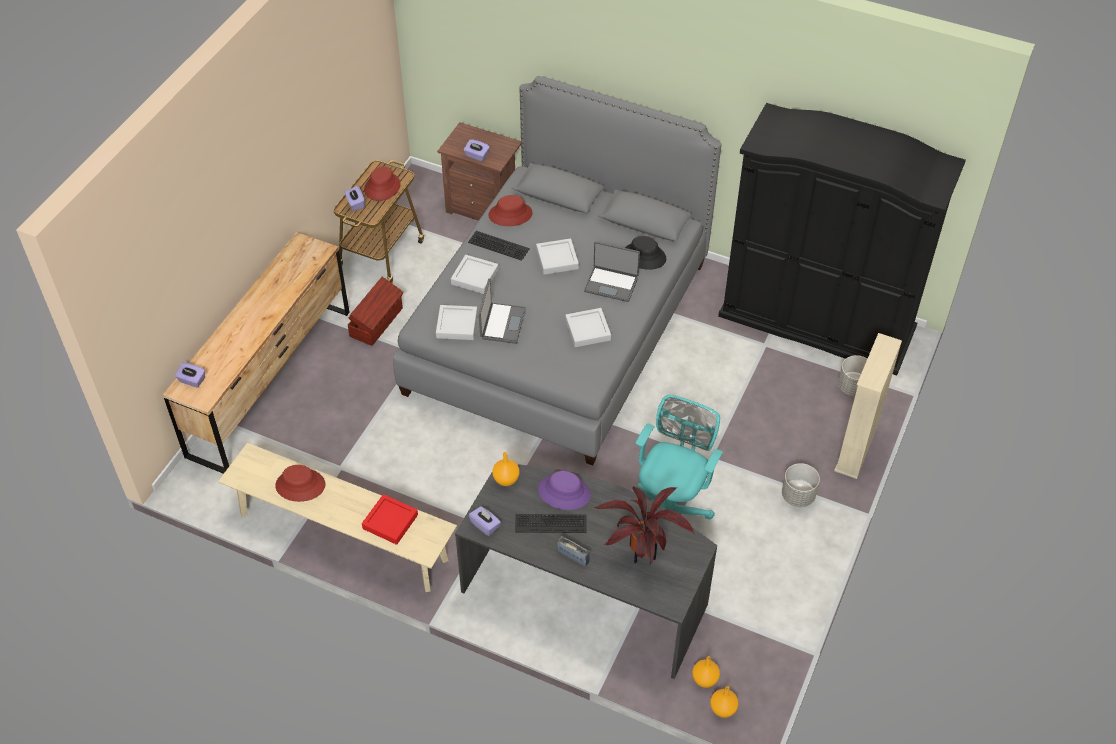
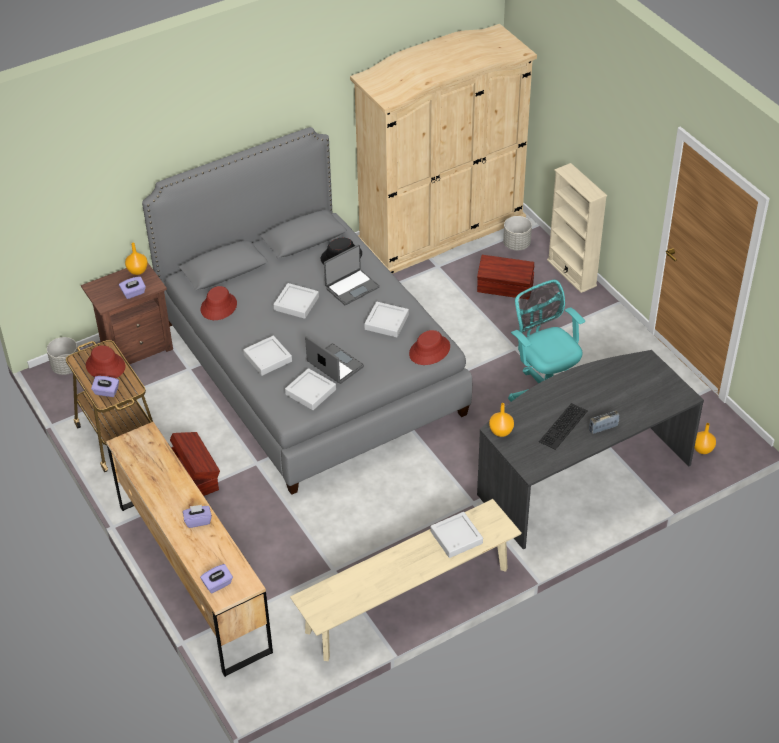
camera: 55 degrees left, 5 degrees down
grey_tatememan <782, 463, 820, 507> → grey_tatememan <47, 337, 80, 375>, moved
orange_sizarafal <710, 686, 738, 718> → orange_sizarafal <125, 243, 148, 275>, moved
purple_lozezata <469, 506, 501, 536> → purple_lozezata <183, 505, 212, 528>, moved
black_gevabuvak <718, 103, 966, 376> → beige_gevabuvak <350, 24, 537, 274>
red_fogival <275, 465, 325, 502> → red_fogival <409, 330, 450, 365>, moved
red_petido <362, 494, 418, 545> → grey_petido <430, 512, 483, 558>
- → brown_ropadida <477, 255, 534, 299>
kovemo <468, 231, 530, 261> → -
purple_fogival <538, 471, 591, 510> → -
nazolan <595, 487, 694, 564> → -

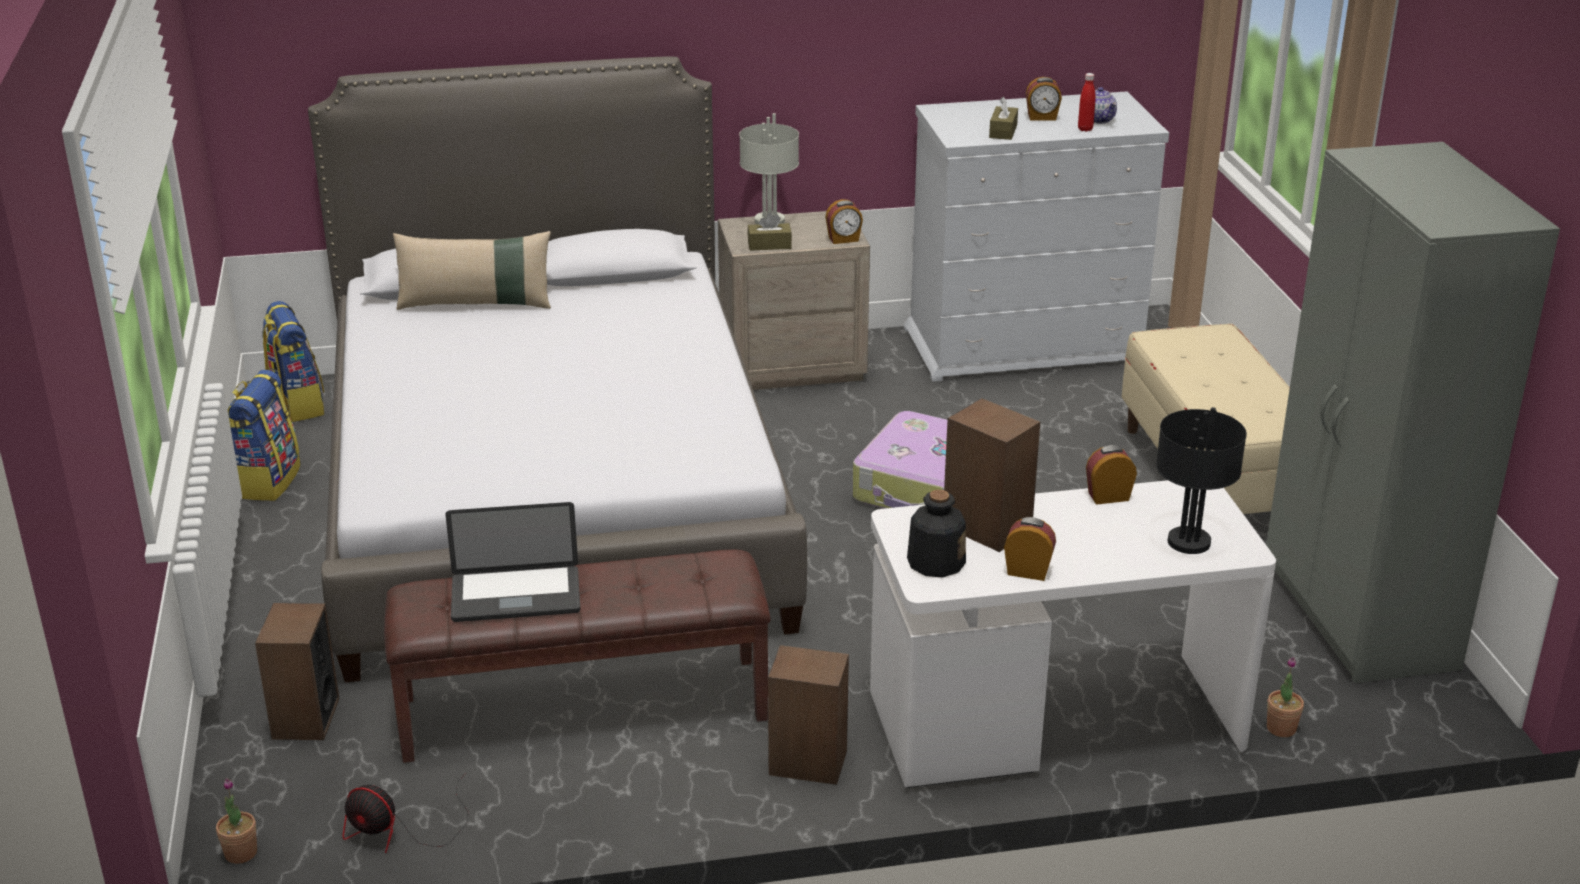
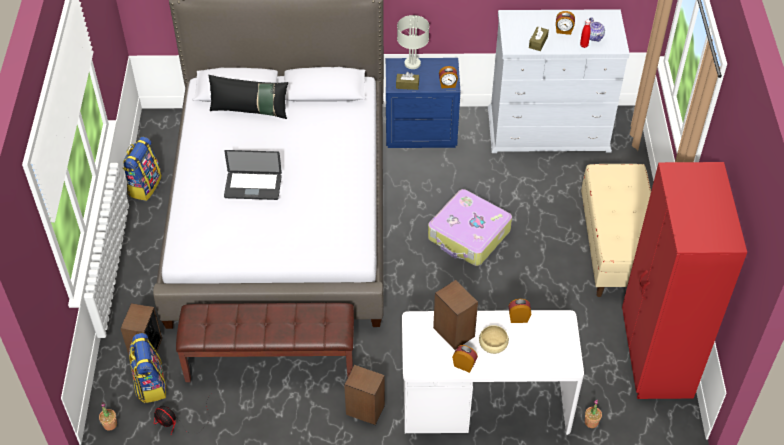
camera: 10 degrees right, 20 degrees up
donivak <263, 301, 324, 422> → donivak <129, 333, 166, 403>, moved
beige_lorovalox <393, 231, 551, 310> → black_lorovalox <208, 75, 288, 119>
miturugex <445, 502, 580, 622> → miturugex <224, 150, 282, 200>, moved
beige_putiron <718, 211, 870, 390> → blue_putiron <386, 58, 460, 148>
- → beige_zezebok <479, 325, 509, 354>
grey_gevabuvak <1266, 142, 1560, 683> → red_gevabuvak <622, 162, 747, 399>
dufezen <907, 490, 966, 577> → -
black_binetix <1156, 407, 1247, 554> → -

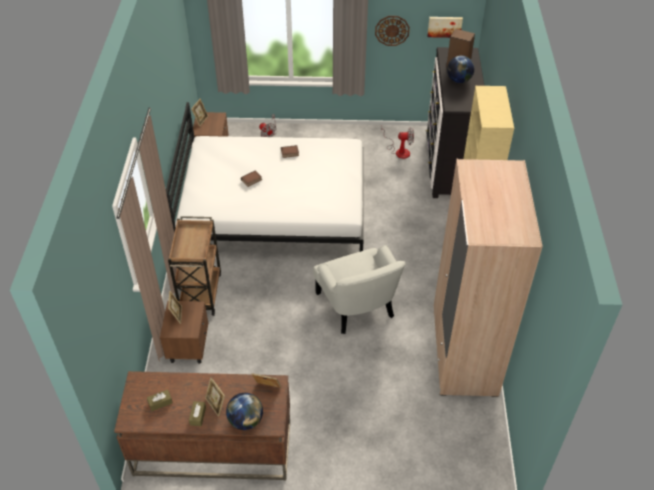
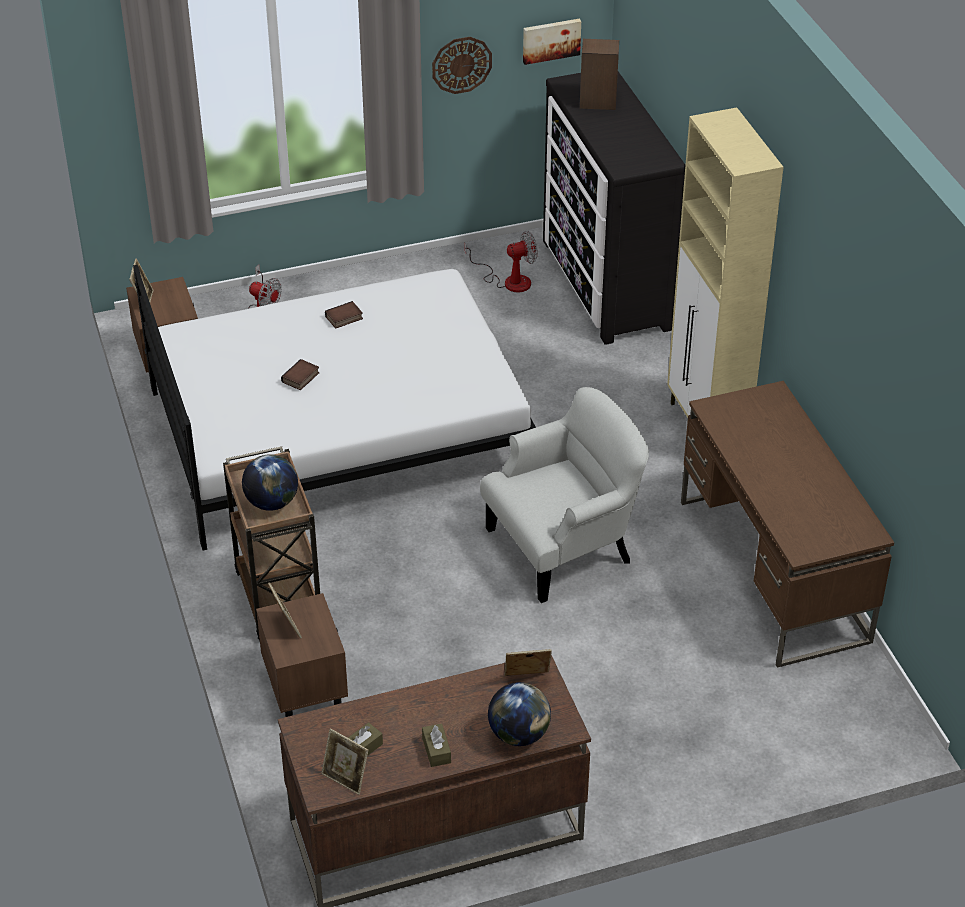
camera: 20 degrees left, 5 degrees down
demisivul <447, 55, 474, 83> → demisivul <242, 454, 298, 511>, moved
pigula <205, 377, 225, 417> → pigula <321, 728, 368, 795>, moved
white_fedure <313, 245, 406, 334> → white_fedure <480, 387, 649, 603>, 75 degrees counterclockwise
beige_gevabuvak <434, 159, 543, 397> → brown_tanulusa <681, 381, 894, 668>

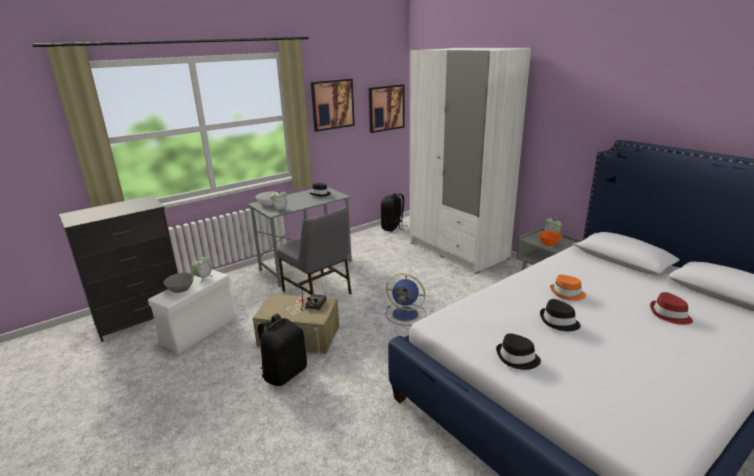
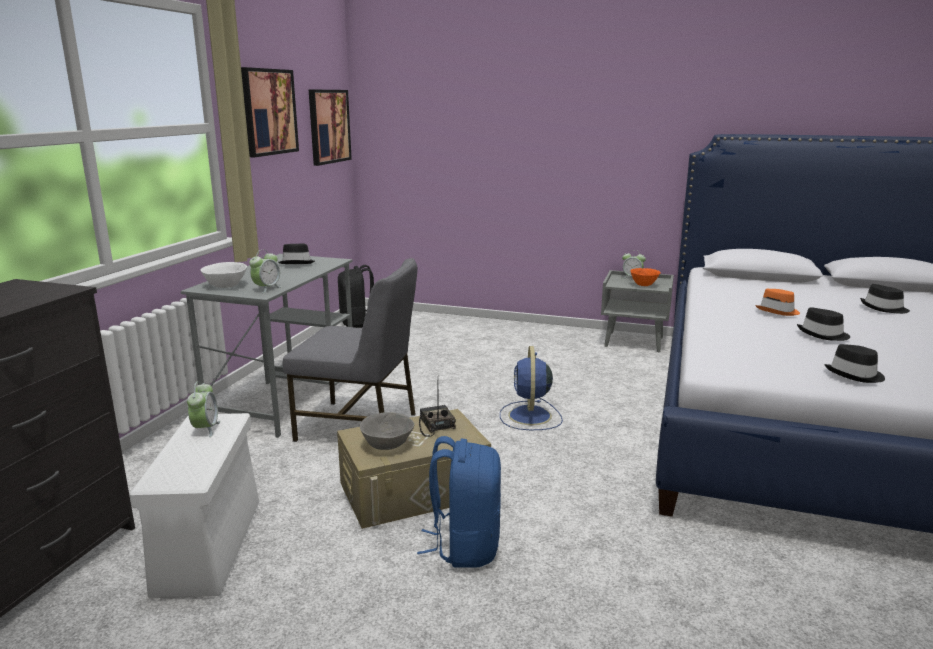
camera: 35 degrees left, 5 degrees down
grey_zezebok <163, 273, 194, 293> → grey_zezebok <360, 412, 415, 450>, moved
black_donivak <258, 314, 307, 386> → blue_donivak <417, 436, 501, 568>
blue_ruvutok <386, 273, 426, 326> → blue_ruvutok <500, 346, 563, 430>, 105 degrees clockwise
red_fogival <650, 292, 693, 325> → black_fogival <860, 284, 910, 314>
white_gevabuvak <410, 48, 531, 274> → -

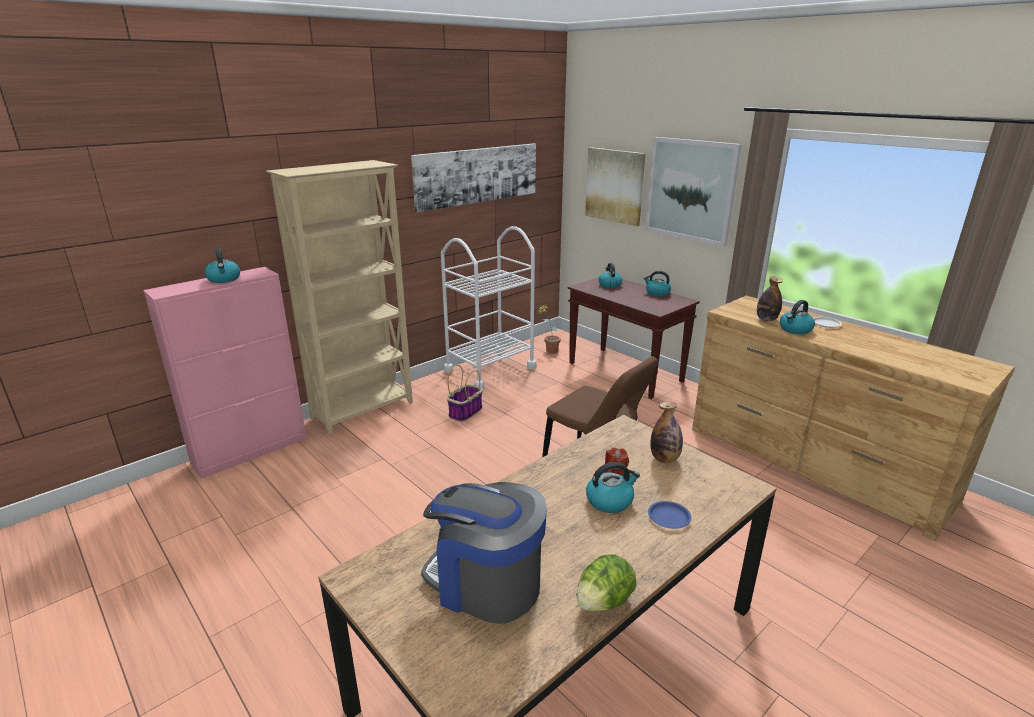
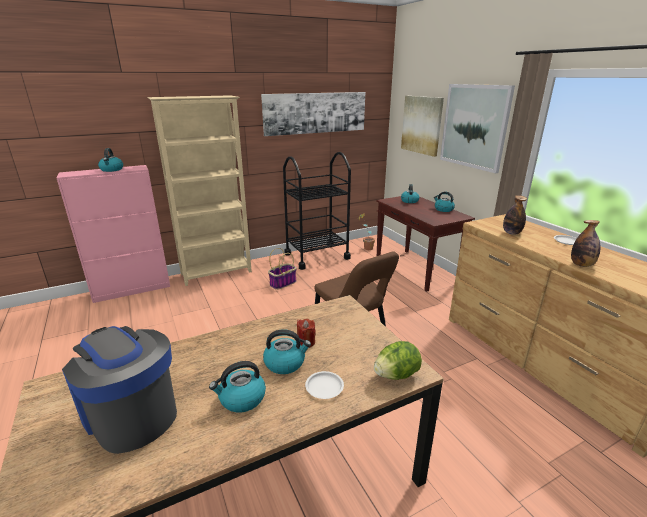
camera: 15 degrees right, 0 degrees up
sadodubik <780, 300, 815, 334> → sadodubik <209, 361, 266, 412>, moved
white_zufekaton <441, 226, 536, 389> → black_zufekaton <283, 152, 351, 270>
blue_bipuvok <648, 501, 691, 529> → white_bipuvok <305, 371, 344, 399>
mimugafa <577, 554, 637, 612> → mimugafa <374, 341, 422, 380>, moved
dufezen <650, 402, 683, 463> → dufezen <571, 220, 600, 267>, moved

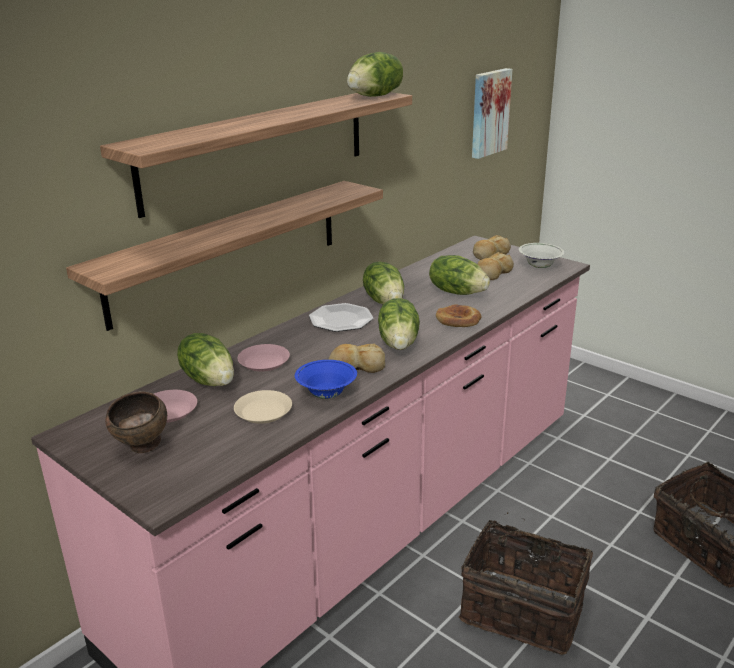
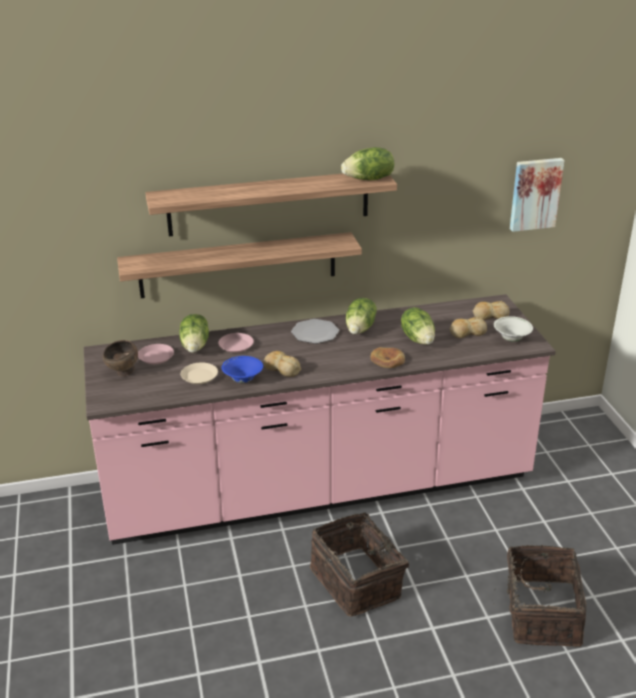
camera: 35 degrees right, 5 degrees up
mimugafa <378, 298, 420, 350> → -

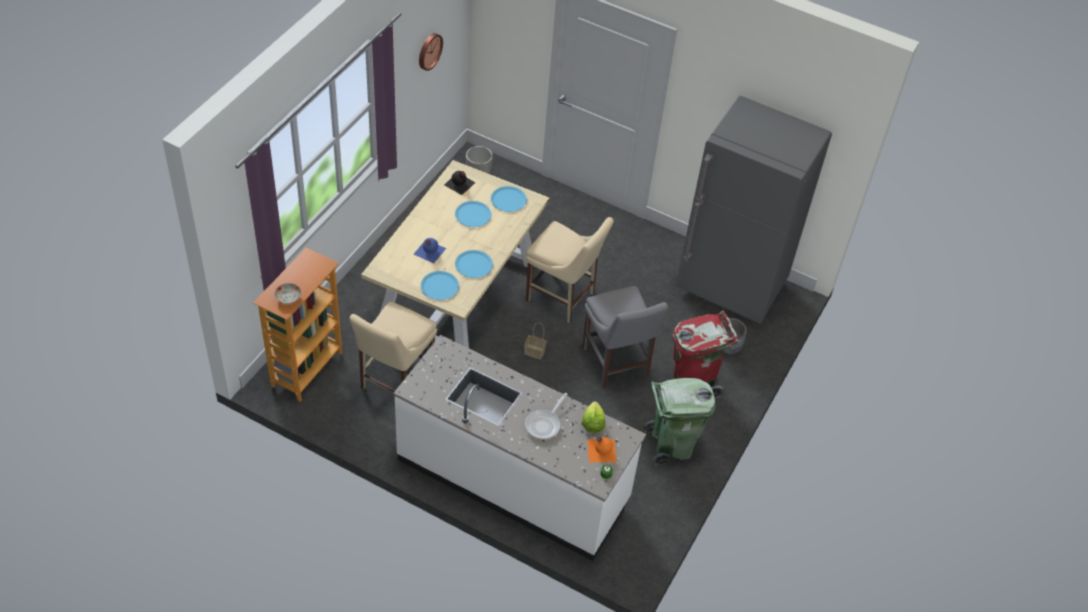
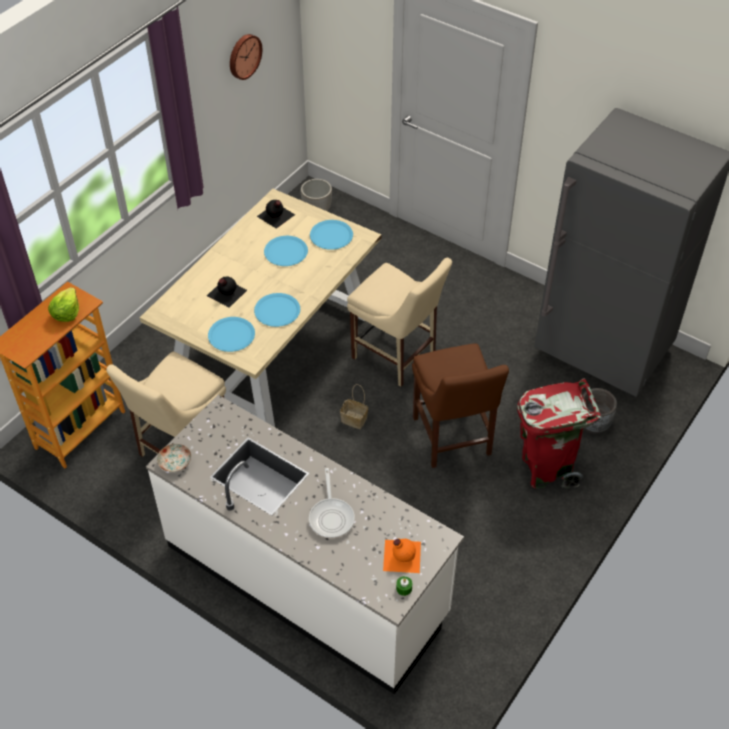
camera: 10 degrees right, 0 degrees up
mimugafa <582, 401, 605, 433> → mimugafa <48, 287, 79, 322>, moved
bipuvok <274, 283, 301, 304> → bipuvok <157, 443, 191, 472>, moved
blue_dufezen <414, 238, 446, 263> → black_dufezen <207, 276, 247, 308>
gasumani <525, 393, 568, 440> → gasumani <309, 468, 355, 538>, 45 degrees counterclockwise
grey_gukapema <582, 286, 668, 388> → brown_gukapema <412, 343, 509, 468>
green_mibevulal <644, 378, 715, 466> → -

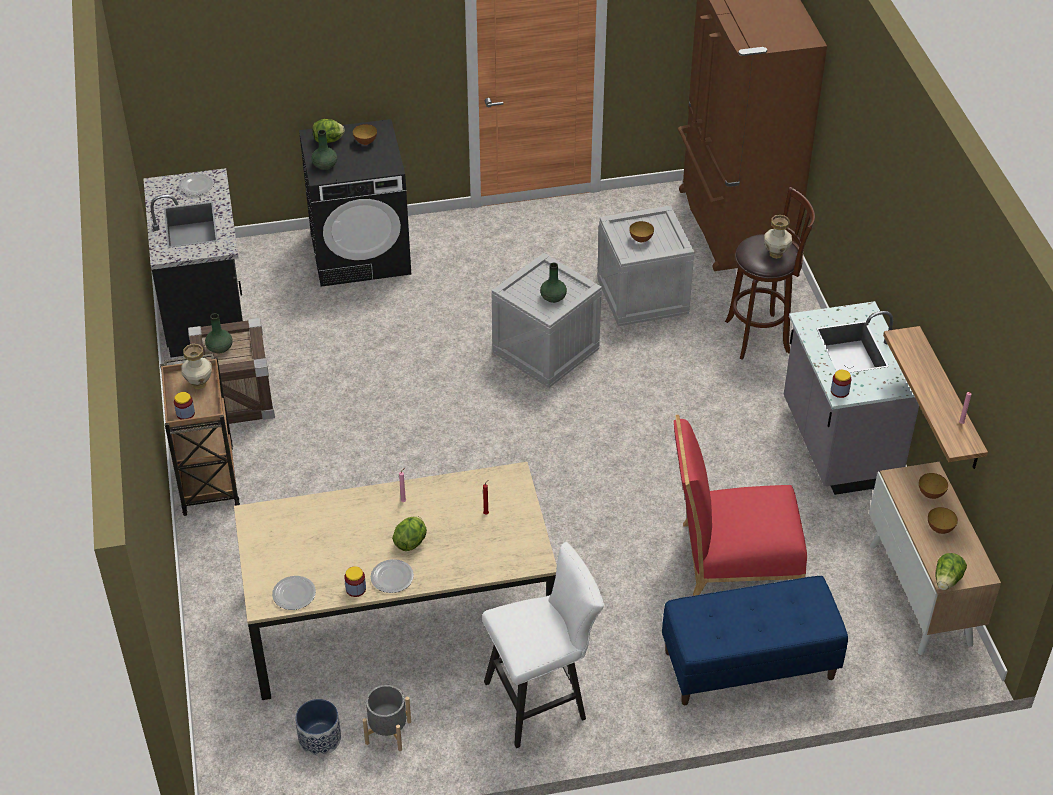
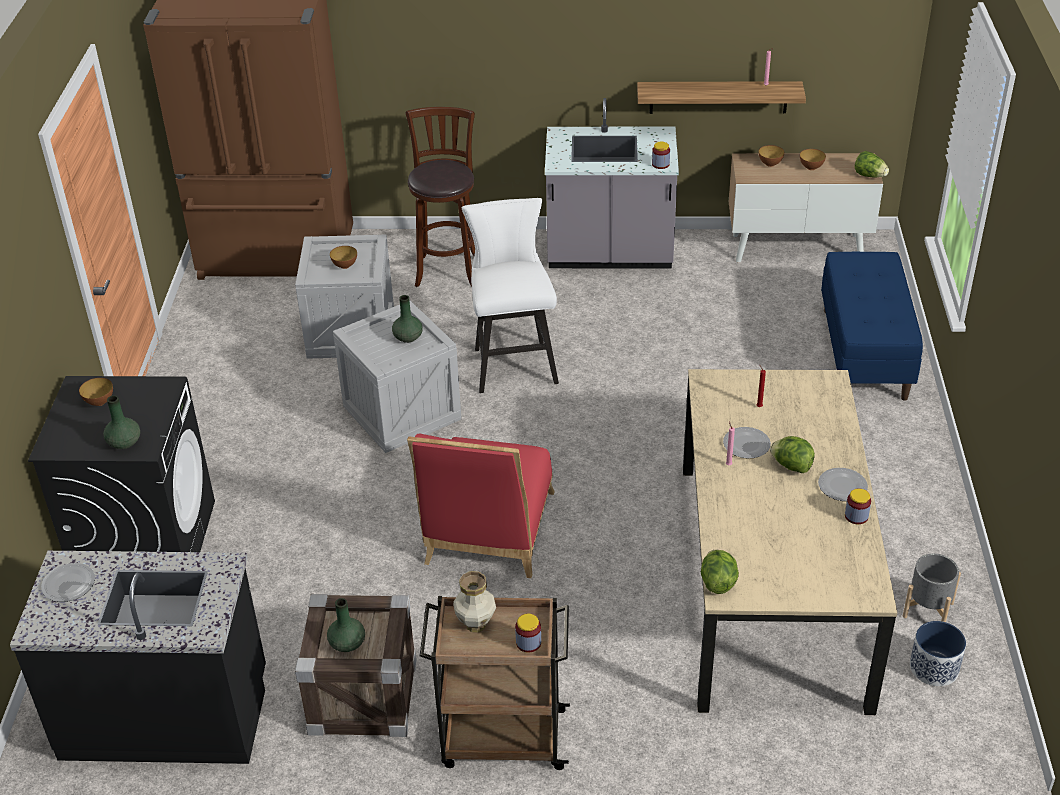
camera: 75 degrees left, 5 degrees down
red_gukapema <674, 415, 807, 596> → red_gukapema <407, 433, 555, 578>, moved
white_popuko <482, 542, 604, 748> → white_popuko <462, 198, 559, 393>, moved
mimugafa <312, 119, 345, 143> → mimugafa <701, 549, 739, 594>, moved
bipuvok <272, 576, 316, 610> → bipuvok <723, 427, 771, 458>, moved
sizarafal <764, 215, 792, 259> → -

